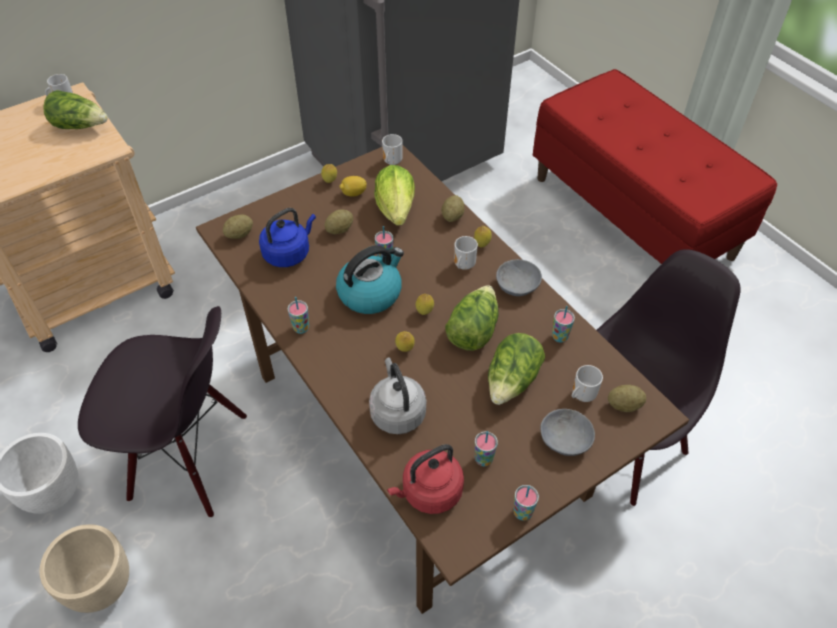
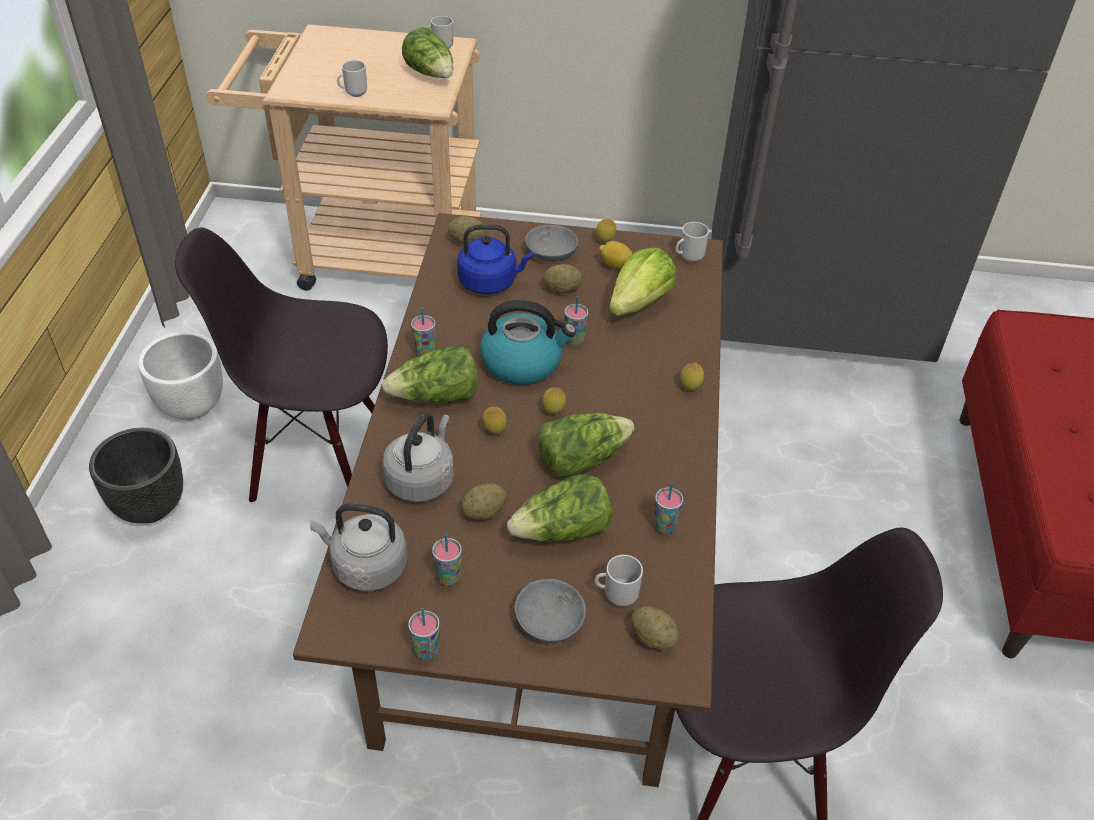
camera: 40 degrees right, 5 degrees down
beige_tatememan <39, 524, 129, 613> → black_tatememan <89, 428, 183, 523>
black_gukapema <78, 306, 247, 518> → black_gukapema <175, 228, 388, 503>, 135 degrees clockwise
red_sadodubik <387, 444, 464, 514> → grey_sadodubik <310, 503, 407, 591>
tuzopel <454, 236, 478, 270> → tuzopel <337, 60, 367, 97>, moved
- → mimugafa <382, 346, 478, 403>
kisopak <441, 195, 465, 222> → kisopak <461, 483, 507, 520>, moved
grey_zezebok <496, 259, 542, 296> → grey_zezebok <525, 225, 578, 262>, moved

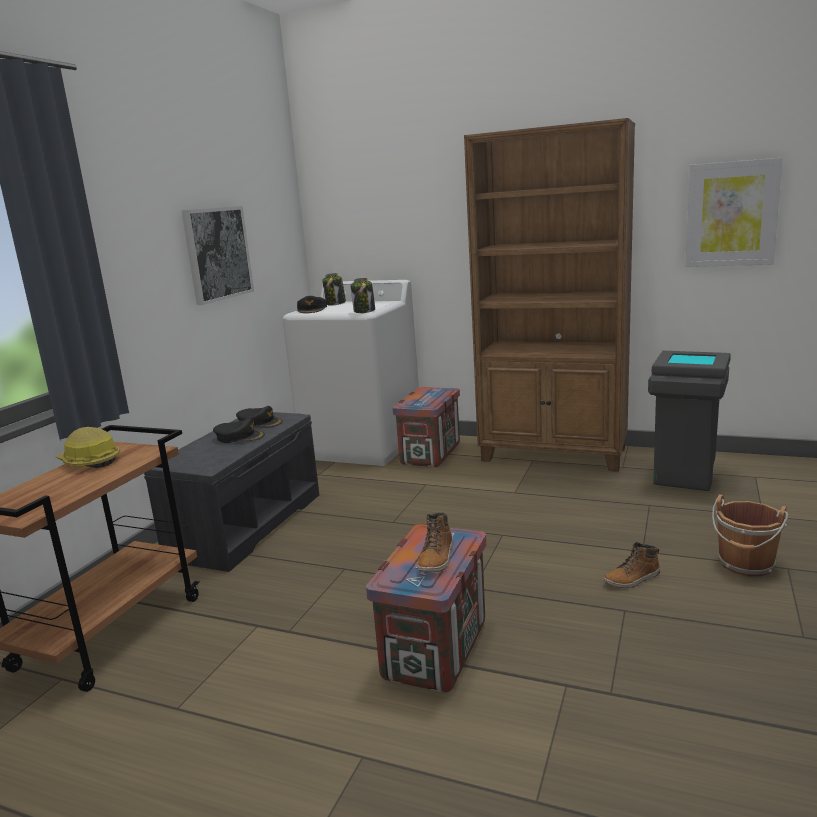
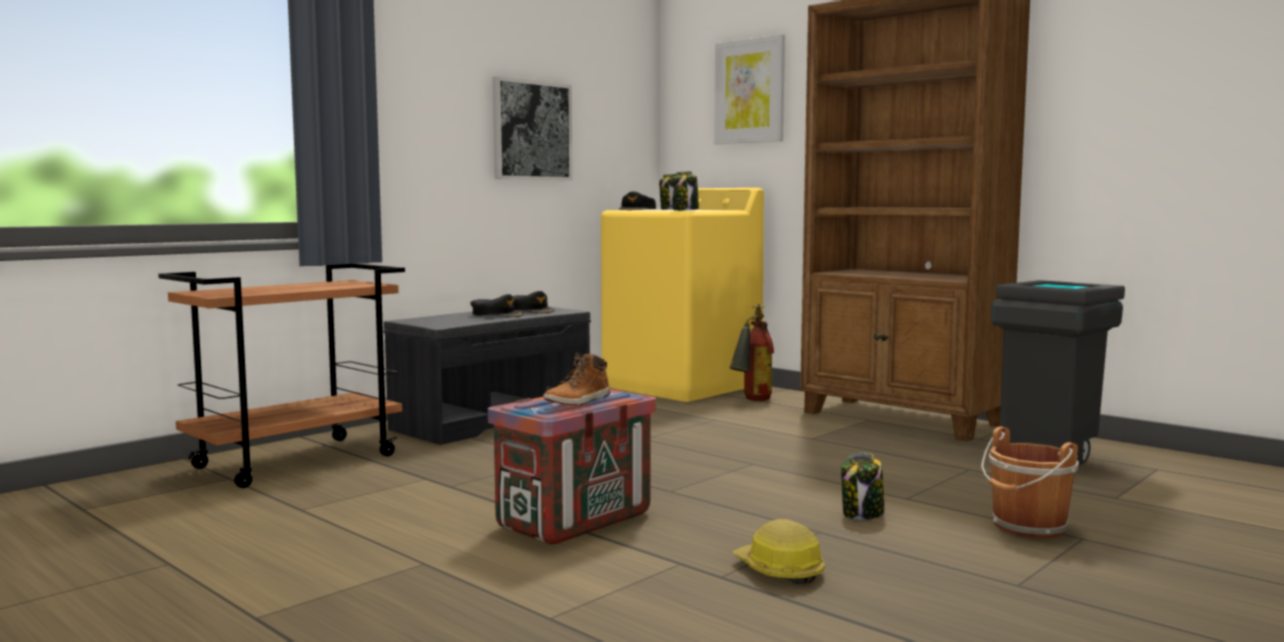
camera: 20 degrees right, 10 degrees down
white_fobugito <282, 280, 419, 466> → yellow_fobugito <601, 188, 764, 402>
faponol <685, 158, 783, 267> → faponol <714, 34, 785, 144>, moved
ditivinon <393, 387, 460, 467> → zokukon <730, 304, 774, 401>
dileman <56, 427, 120, 468> → dileman <733, 519, 825, 584>, moved
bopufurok <604, 542, 660, 588> → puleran <841, 453, 885, 520>

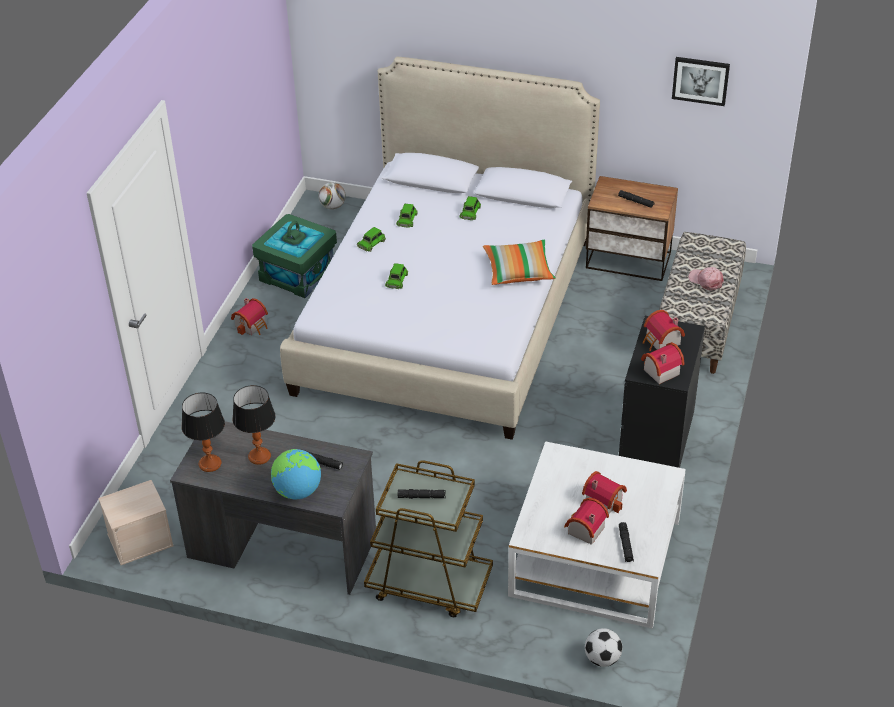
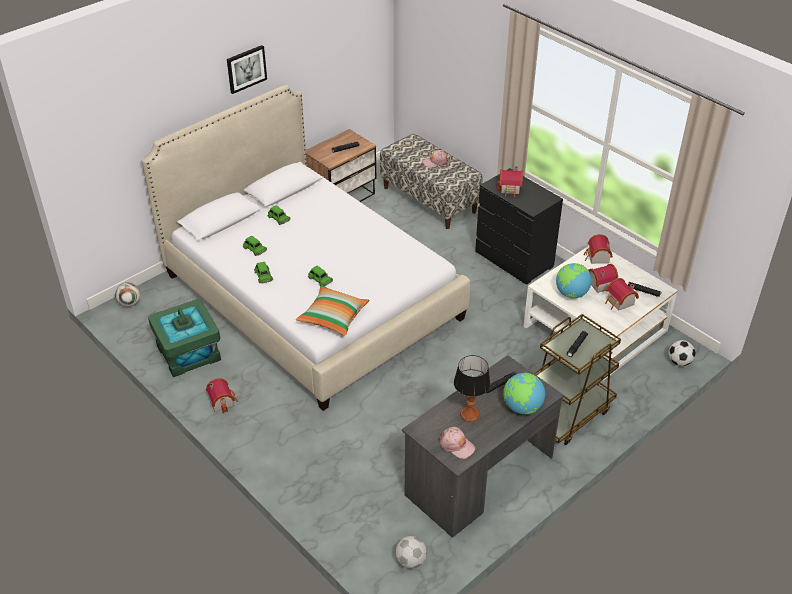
camera: 60 degrees left, 0 degrees up
faponol <672, 57, 730, 106> → faponol <227, 45, 267, 94>, moved
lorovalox <483, 240, 556, 285> → lorovalox <296, 285, 370, 335>, moved
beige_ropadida <98, 480, 174, 565> → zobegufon <395, 536, 427, 569>
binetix <182, 393, 225, 472> → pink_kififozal <440, 427, 475, 459>
- → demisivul <556, 263, 592, 298>
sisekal <641, 342, 685, 384> → sisekal <584, 234, 613, 264>, moved

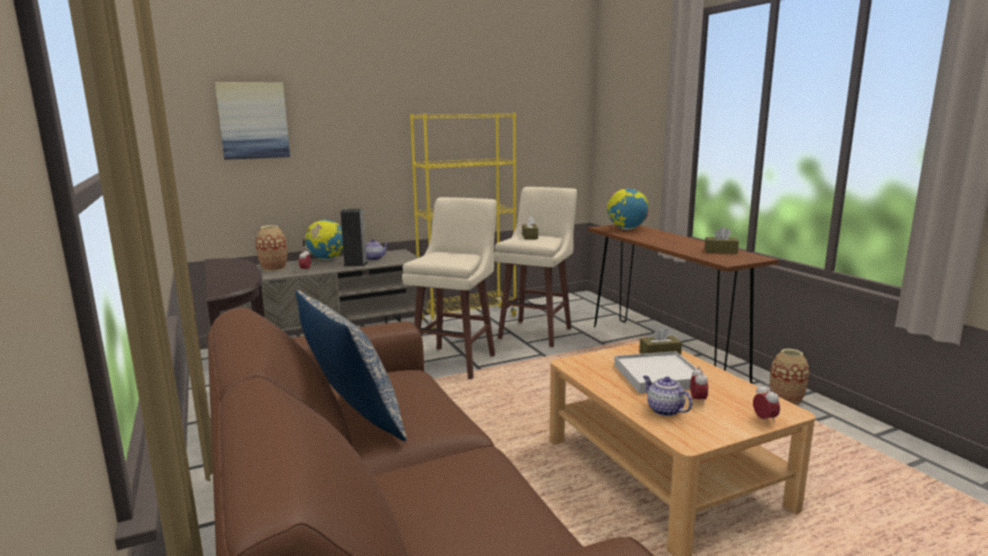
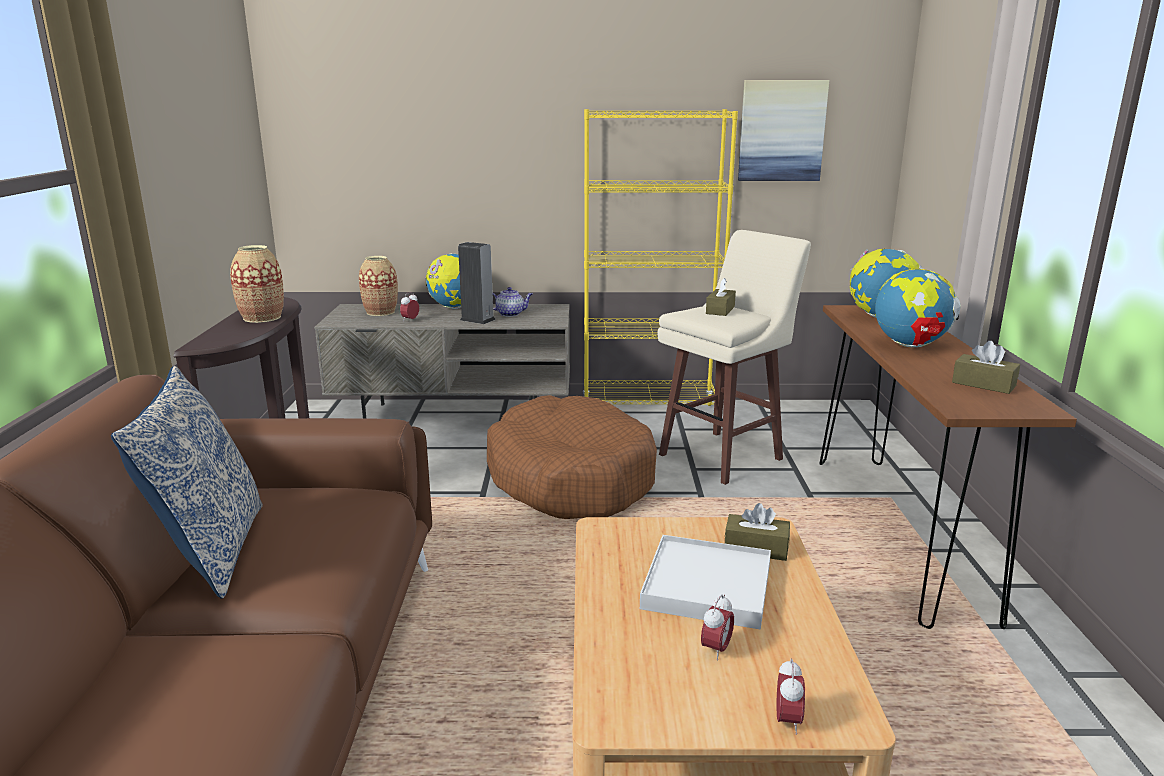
camera: 25 degrees right, 5 degrees up
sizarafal <770, 349, 809, 405> → sizarafal <230, 245, 284, 323>, moved
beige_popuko <402, 197, 497, 379> → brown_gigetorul <487, 395, 657, 519>
faponol <215, 82, 290, 160> → faponol <738, 80, 829, 181>, moved
- → demisivul <875, 268, 961, 347>
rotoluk <643, 376, 693, 416> → -

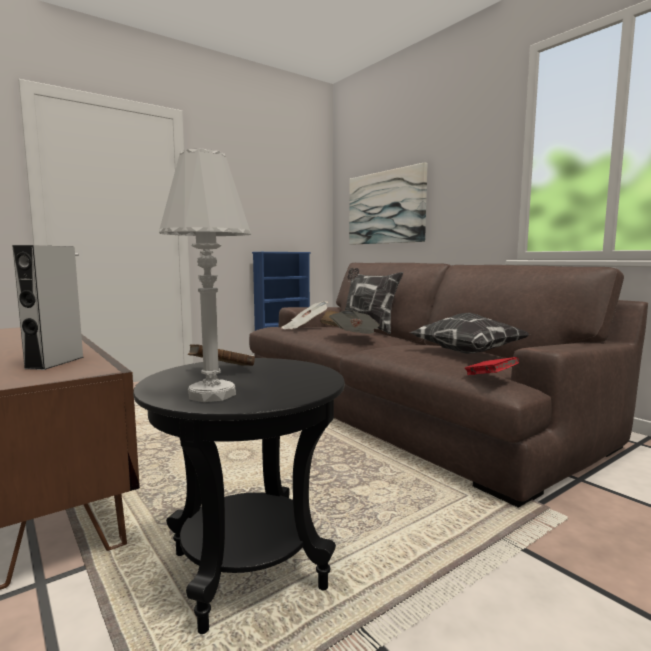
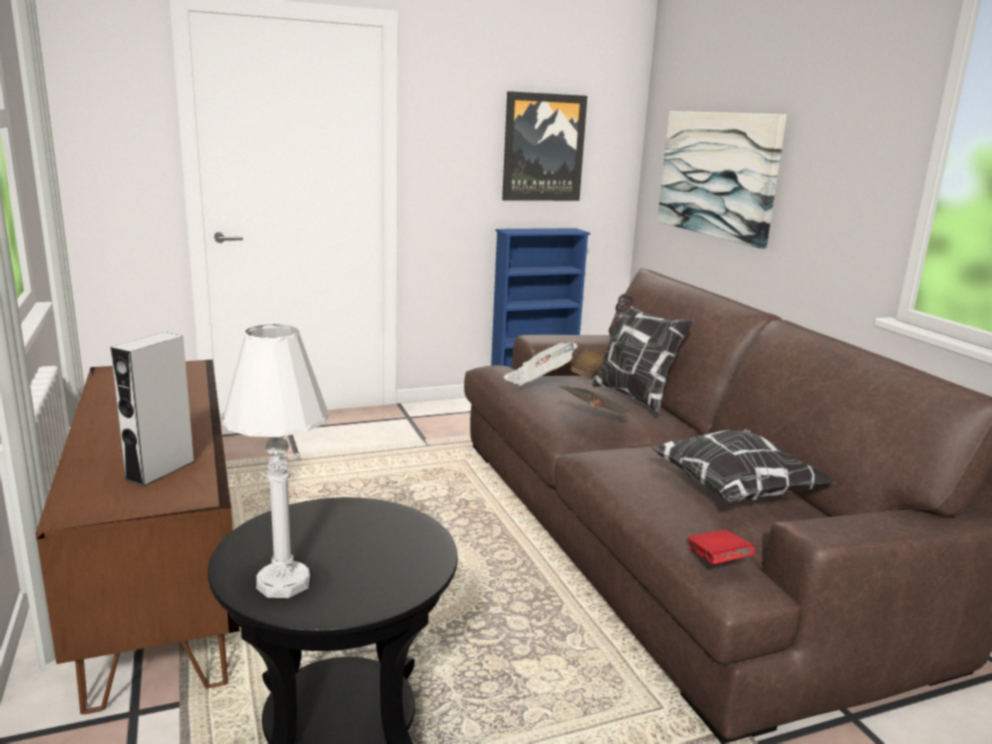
camera: 15 degrees right, 10 degrees up
- → faponol <502, 91, 587, 201>
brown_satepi <188, 345, 255, 366> → -

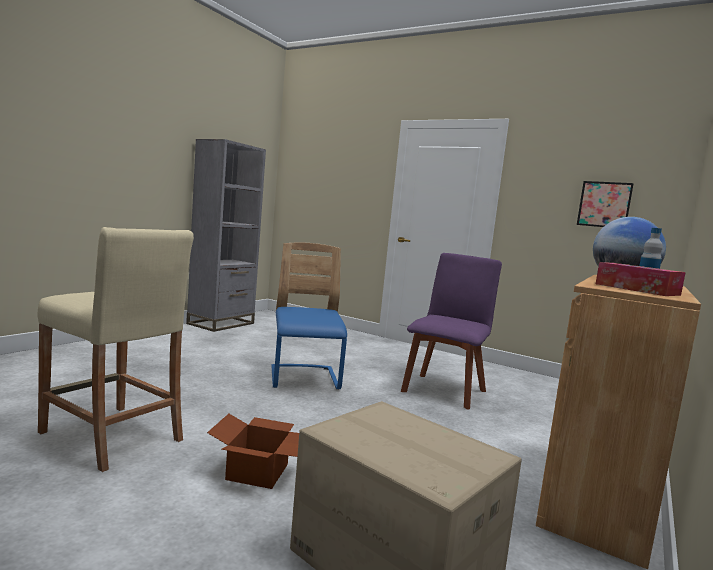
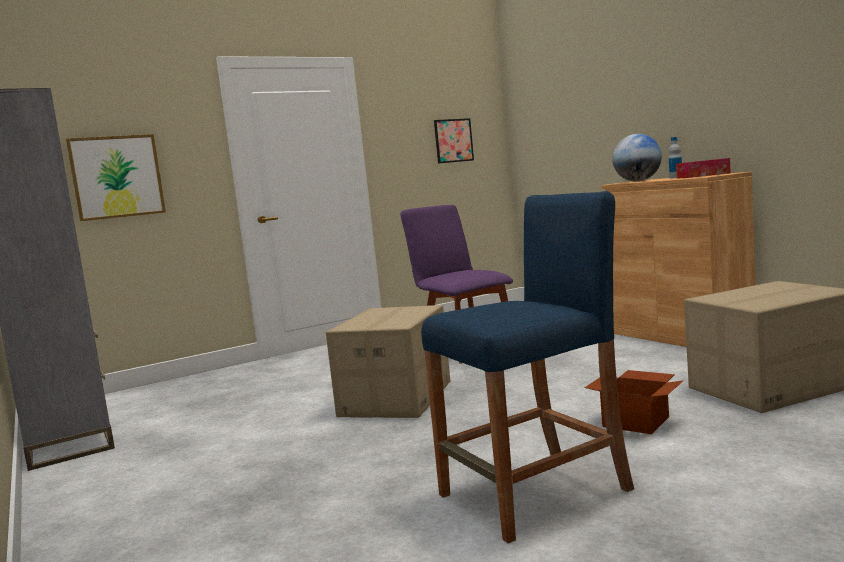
camera: 60 degrees left, 0 degrees up
- → faponol <66, 134, 166, 221>
blue_gukapema <271, 242, 347, 389> → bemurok <326, 305, 450, 418>
beige_popuko <37, 227, 194, 472> → blue_popuko <421, 191, 634, 543>

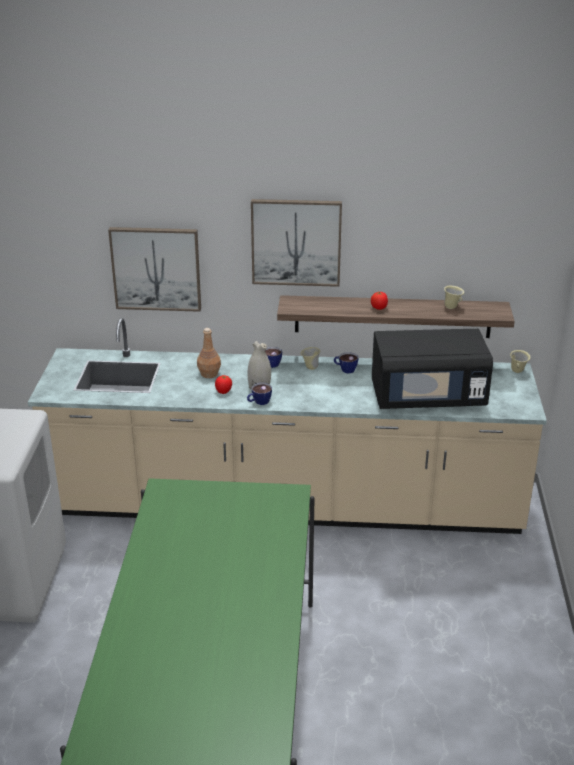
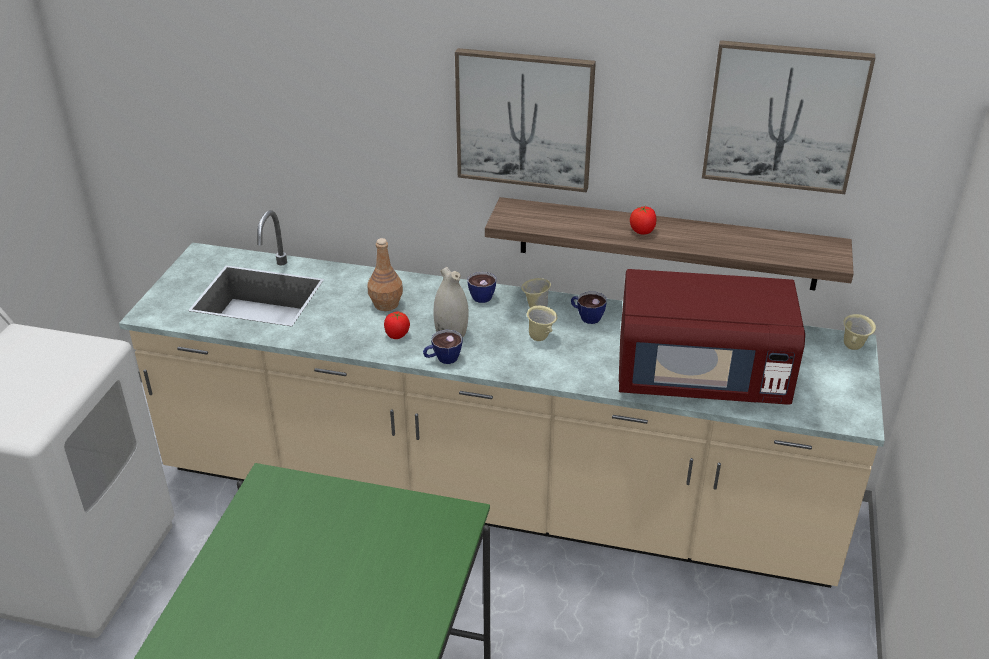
camera: 10 degrees right, 5 degrees up
beige_tuzopel <444, 286, 464, 309> → beige_tuzopel <527, 306, 557, 341>, moved
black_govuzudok <372, 329, 493, 409> → red_govuzudok <619, 269, 805, 405>
faponol <108, 227, 201, 312> → faponol <702, 40, 875, 194>, moved

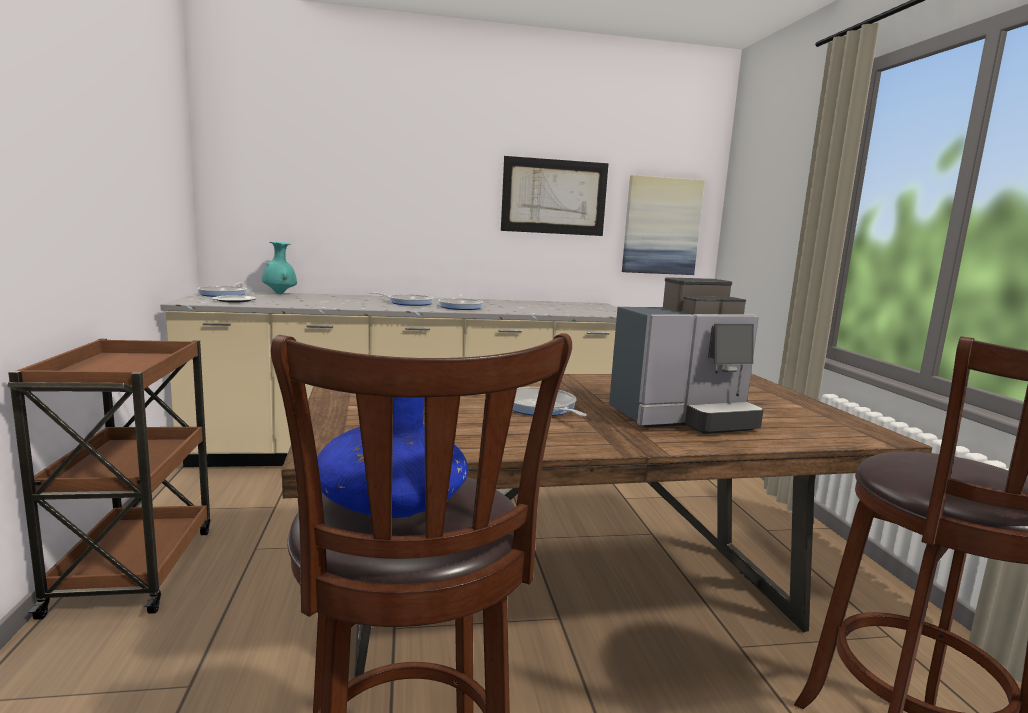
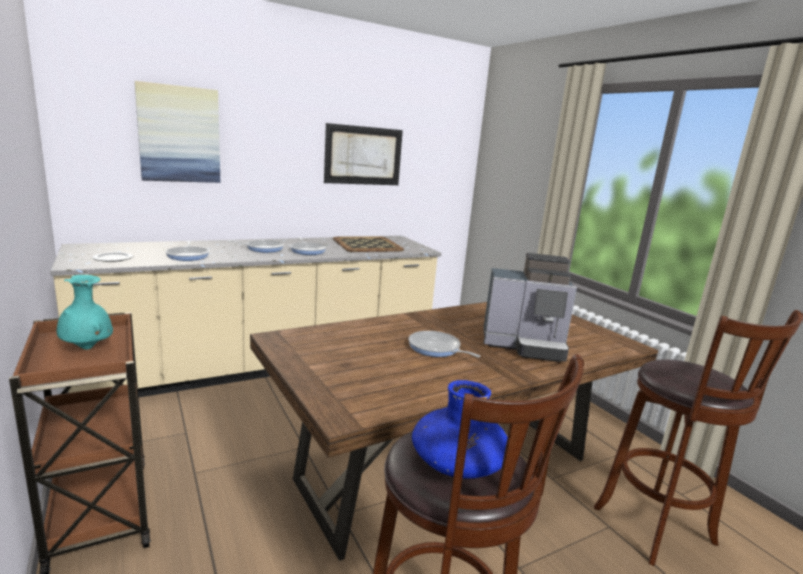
camera: 20 degrees left, 5 degrees up
turquoise_sizarafal <262, 242, 297, 294> → turquoise_sizarafal <57, 275, 113, 350>, moved
faponol <622, 175, 705, 275> → faponol <135, 81, 220, 183>, moved
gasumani <197, 283, 247, 297> → gasumani <166, 241, 209, 261>, moved
- → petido <333, 237, 404, 252>
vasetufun <609, 277, 764, 434> → vasetufun <483, 253, 577, 362>, 45 degrees clockwise

